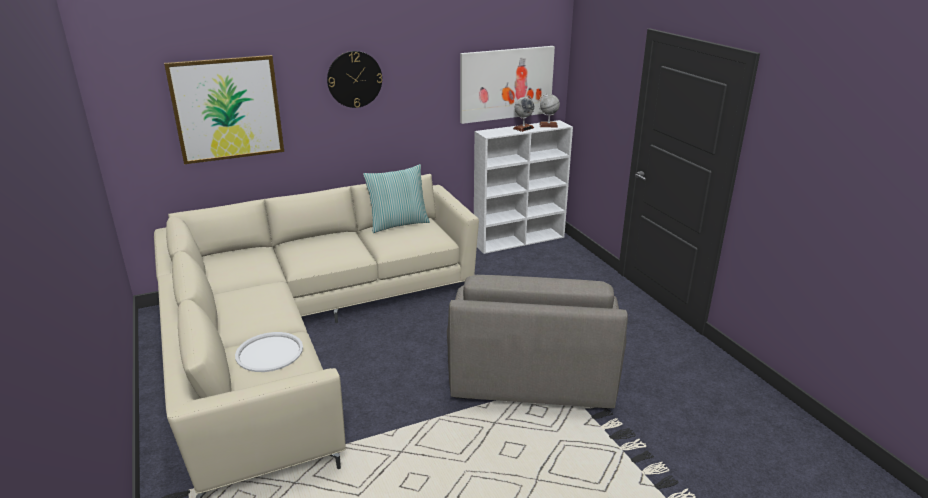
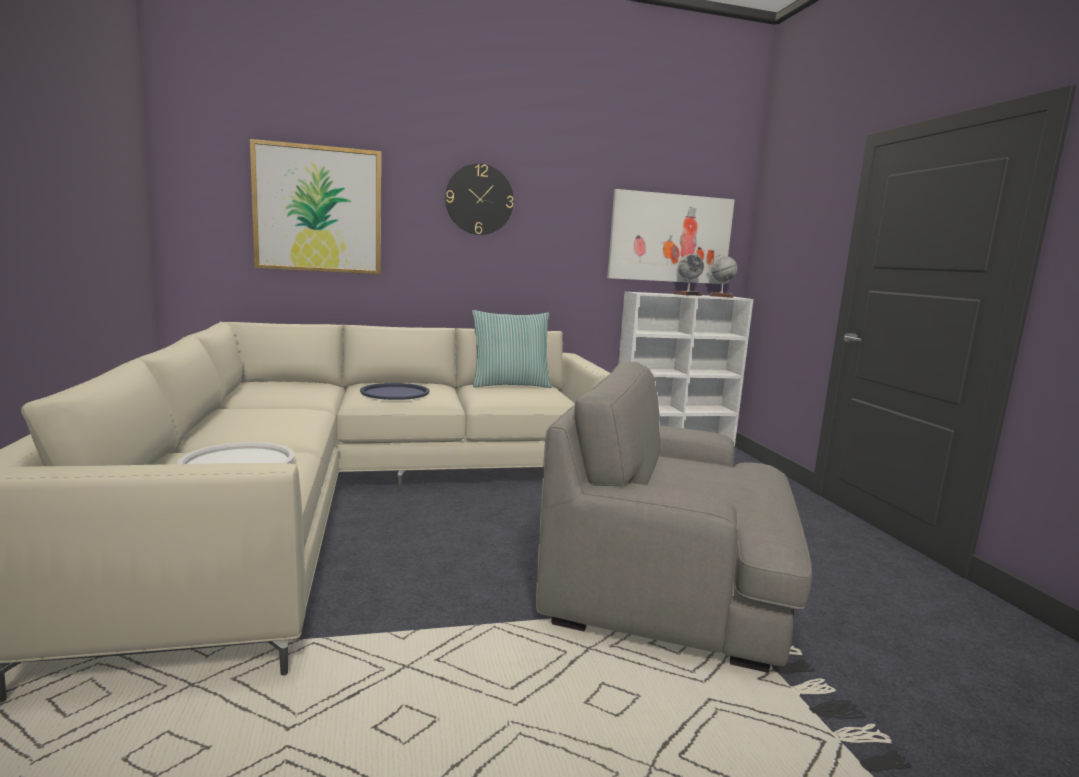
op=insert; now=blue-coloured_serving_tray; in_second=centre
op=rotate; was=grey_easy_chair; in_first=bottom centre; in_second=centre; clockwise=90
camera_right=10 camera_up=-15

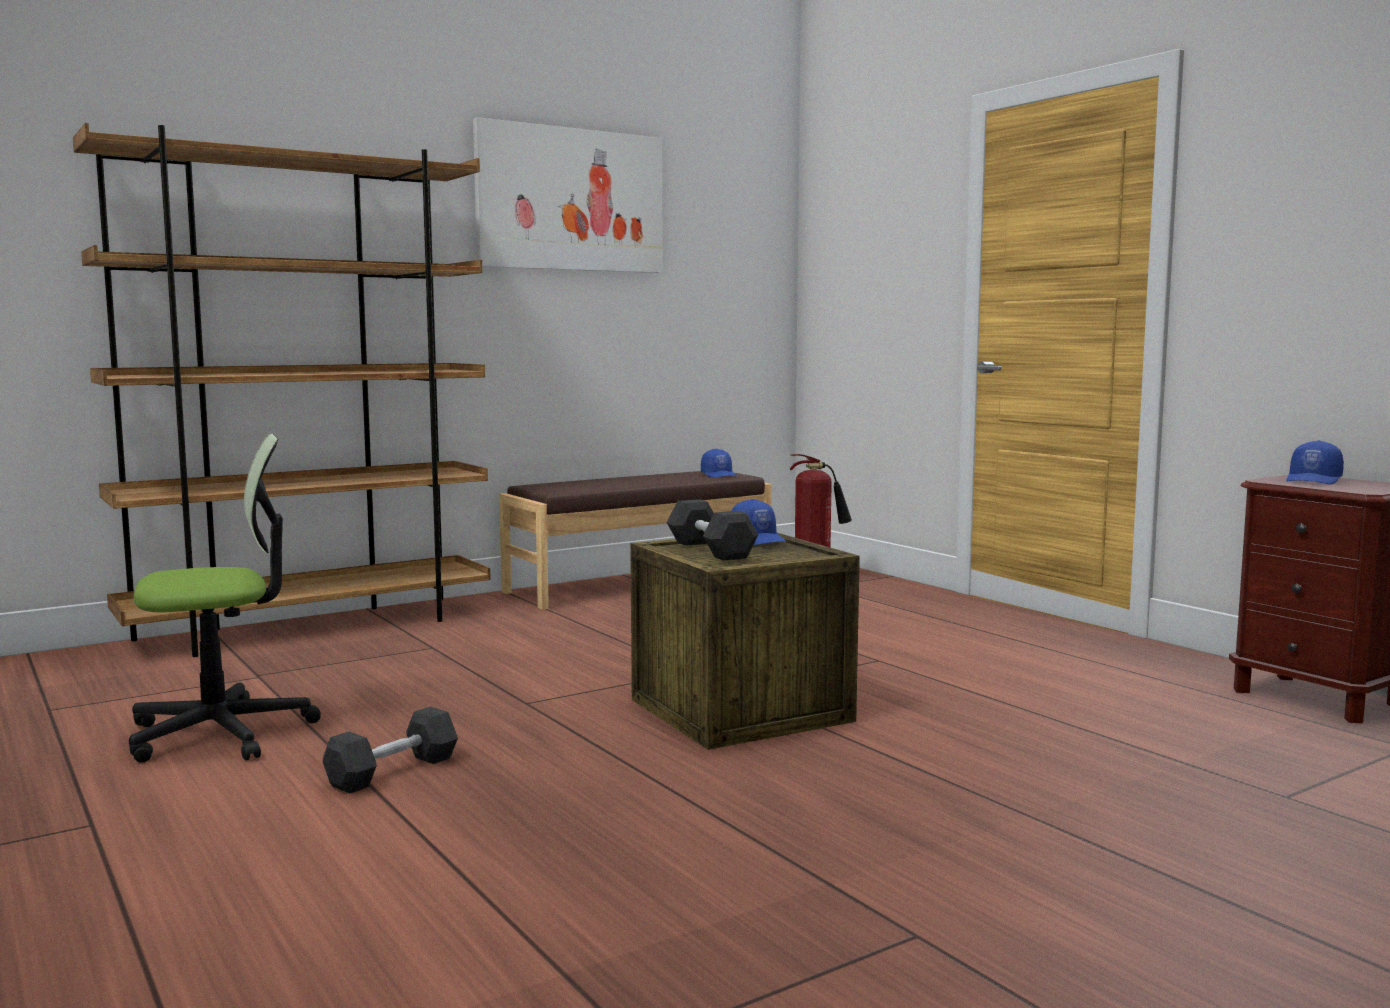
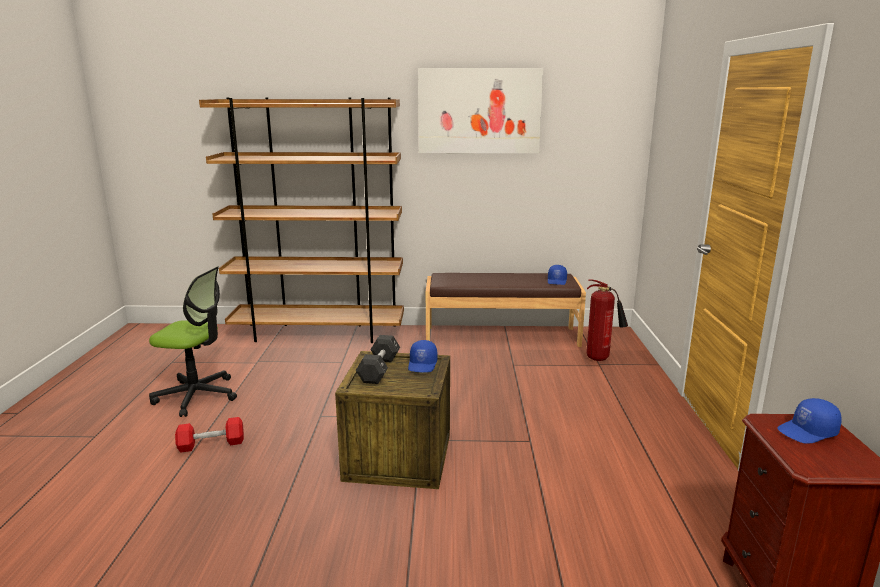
op=recolor; was=black-coloured_dumbbell (1st from left); now=red_dumbbell; in_first=bottom left; in_second=bottom left
camera_right=35 camera_up=10

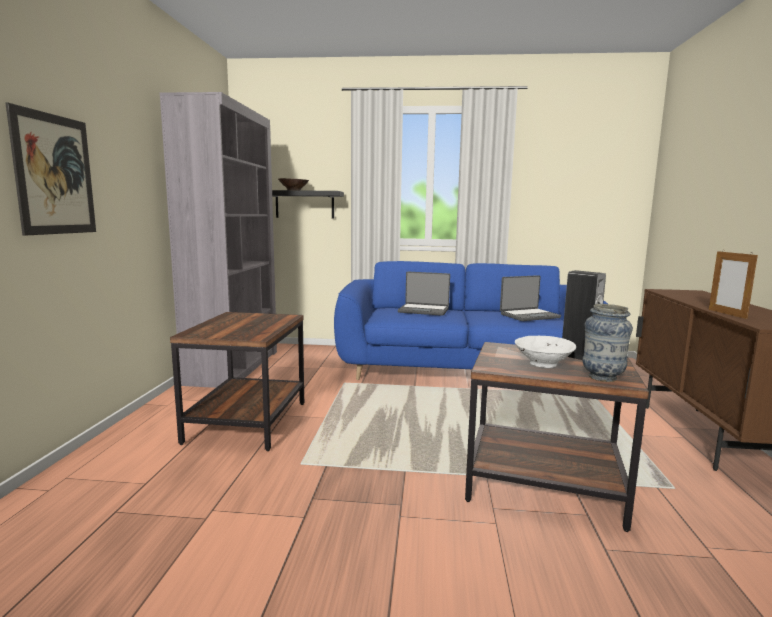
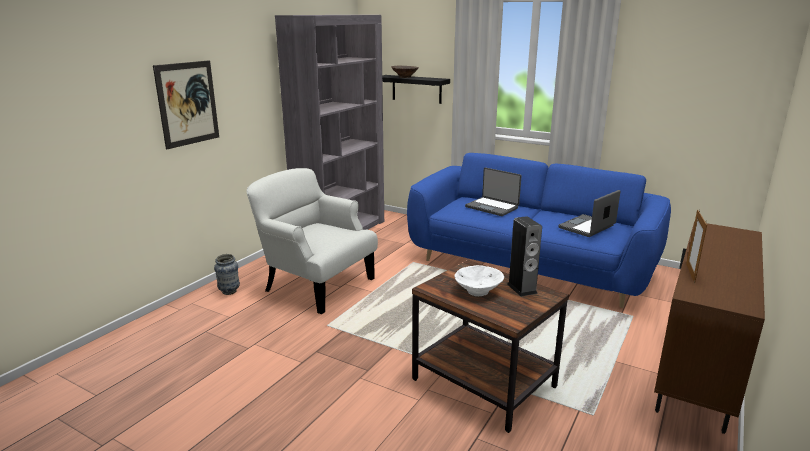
op=move; was=decorative_vase; in_first=middle right; in_second=middle left
op=replace; was=brown-coloured_side_table (1st from left); now=white-coloured_easy_chair; in_first=middle left; in_second=centre
op=rotate; was=notebook_computer (2nd from left); in_first=middle right; in_second=middle right; clockwise=135
camera_right=25 camera_up=10

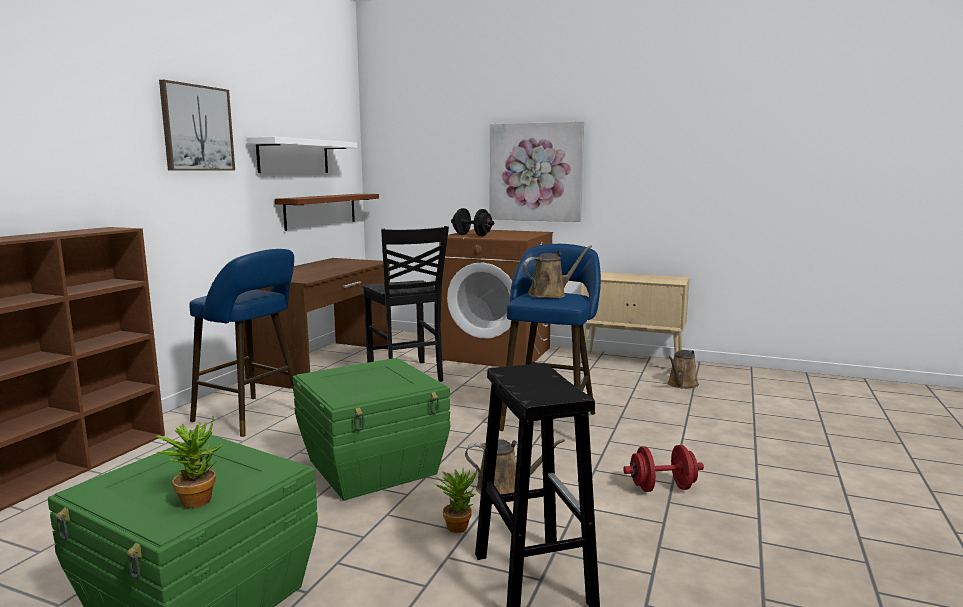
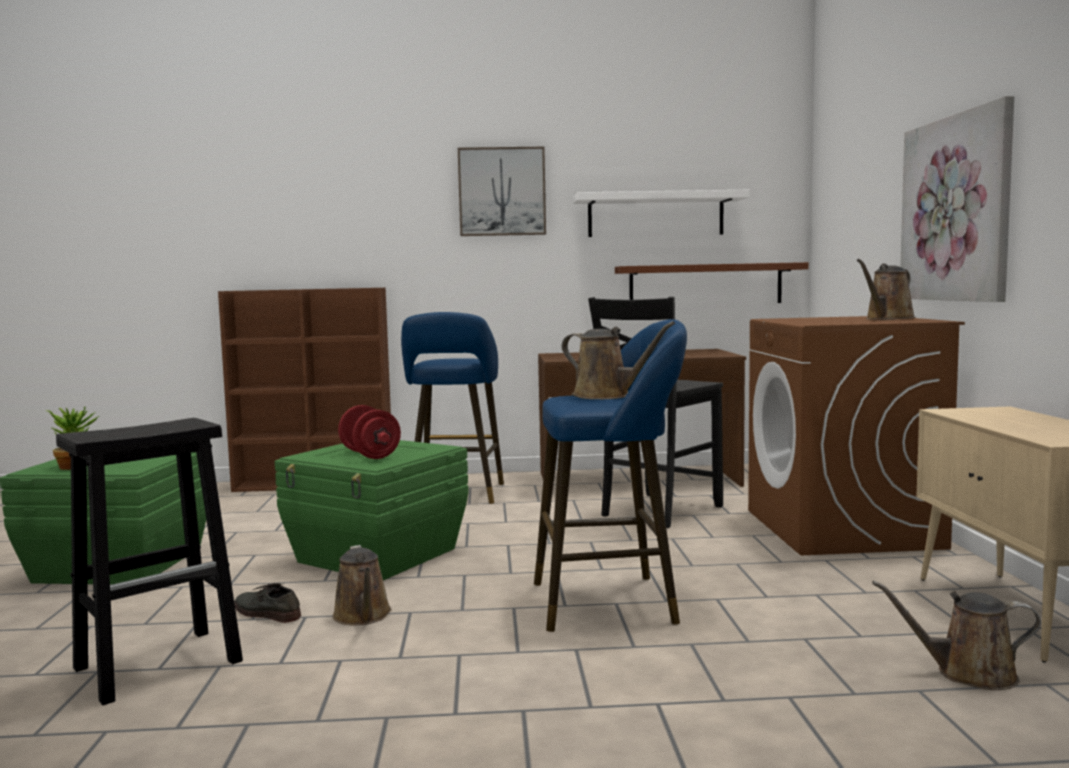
op=replace; was=potted_plant (2nd from left); now=grey_low_shoe; in_first=bottom centre; in_second=bottom left
op=move; was=red_dumbbell; in_first=bottom right; in_second=centre
op=insert; now=brown-coloured_watering_pot (3rd from left); in_second=middle right
op=delete; was=black-coloured_dumbbell; in_first=centre
camera_right=65 camera_up=-5

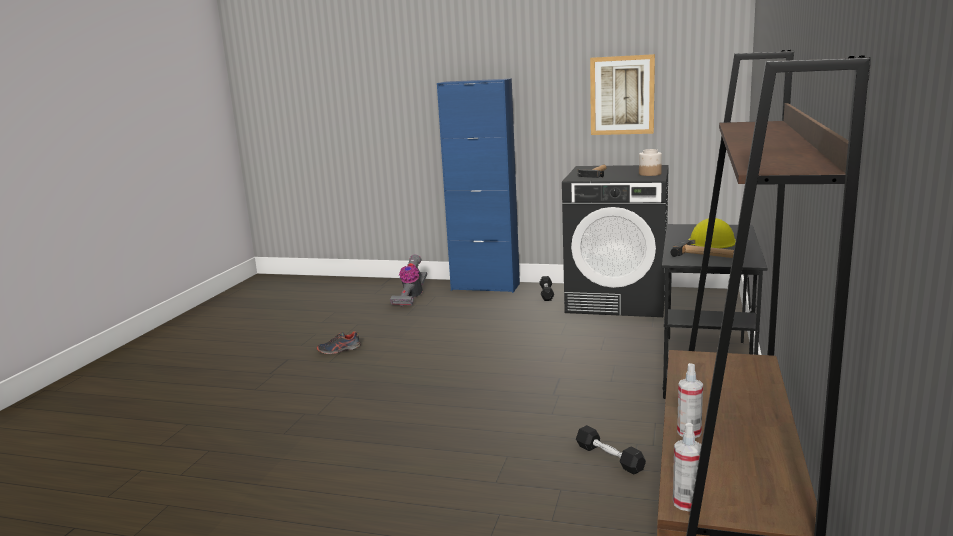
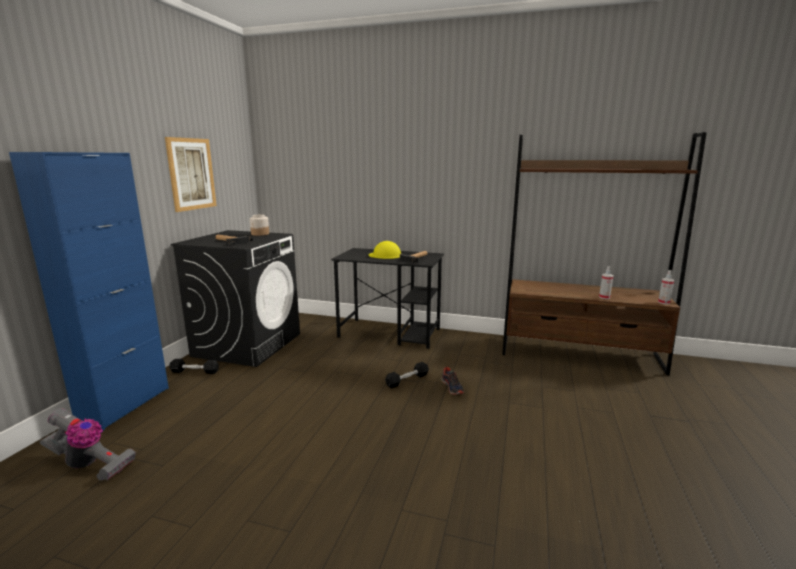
op=move; was=black-coloured_dumbbell (2nd from left); in_first=bottom centre; in_second=centre
op=move; was=low_shoe; in_first=centre; in_second=bottom centre
camera_right=-90 camera_up=0

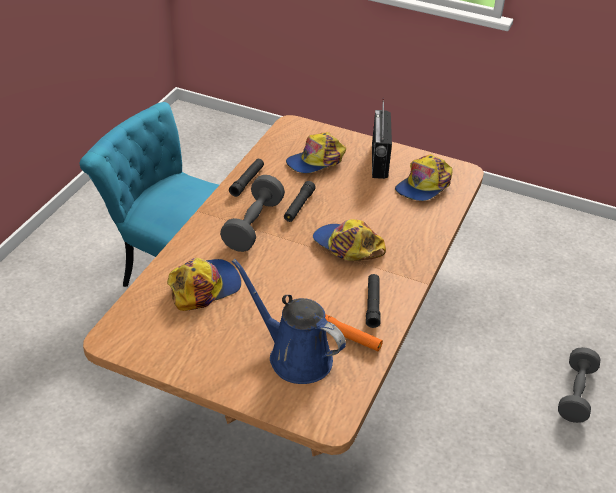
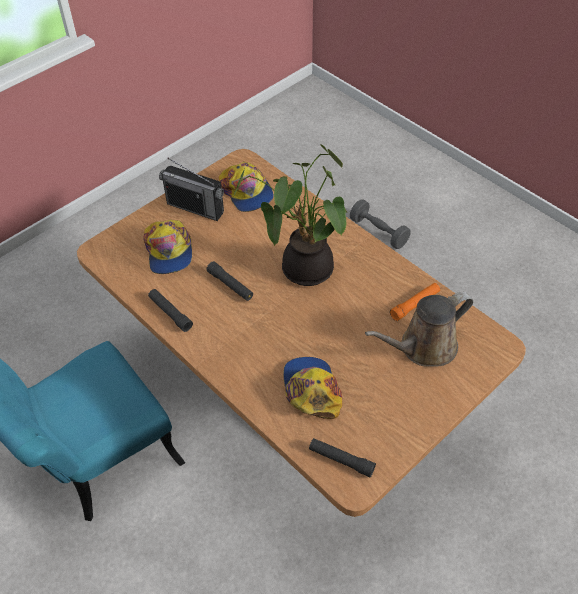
op=replace; was=cap (3rd from left); now=potted_plant; in_first=centre; in_second=centre
op=move; was=black-coloured_hand_torch (3rd from left); in_first=centre; in_second=bottom centre
op=recolor; was=blue-coloured_watering_pot; now=brown-coloured_watering_pot; in_first=centre; in_second=middle right
op=delete; was=grey_dumbbell (1st from left); in_first=centre
camera_right=-65 camera_up=10

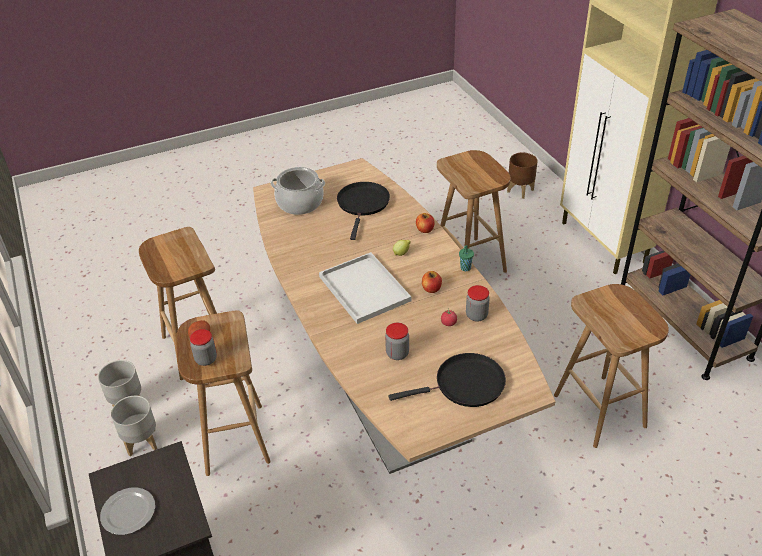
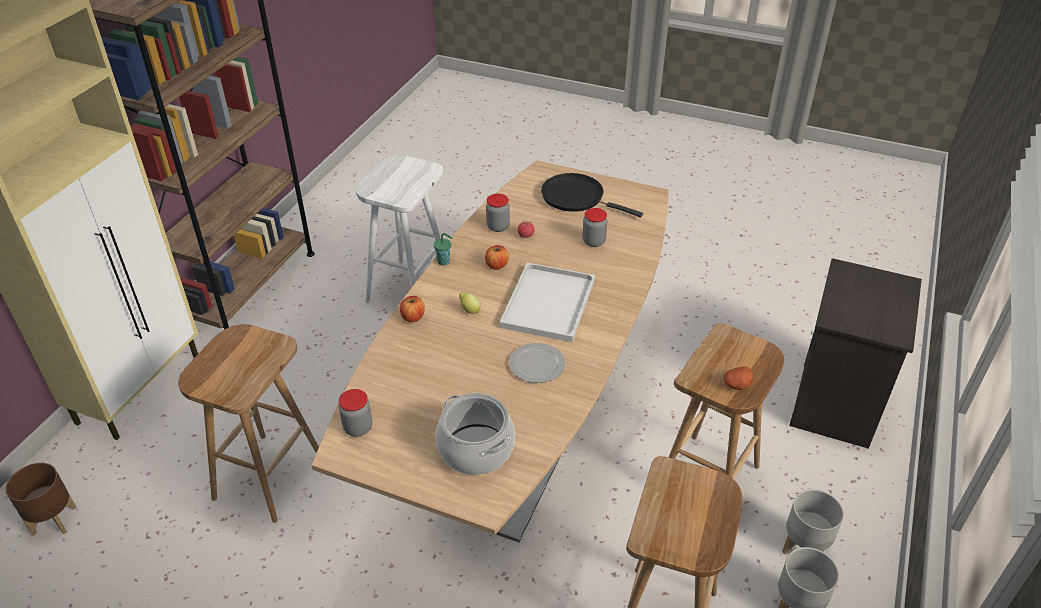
op=move; was=preserve_jar (1st from left); in_first=middle left; in_second=bottom centre
op=recolor; was=brown-coloured_stool (4th from left); now=white-coloured_stool; in_first=middle right; in_second=centre
op=move; was=plate; in_first=bottom left; in_second=centre
op=delete; was=black-coloured_pan (1st from left); in_first=centre
camera_right=-135 camera_up=0

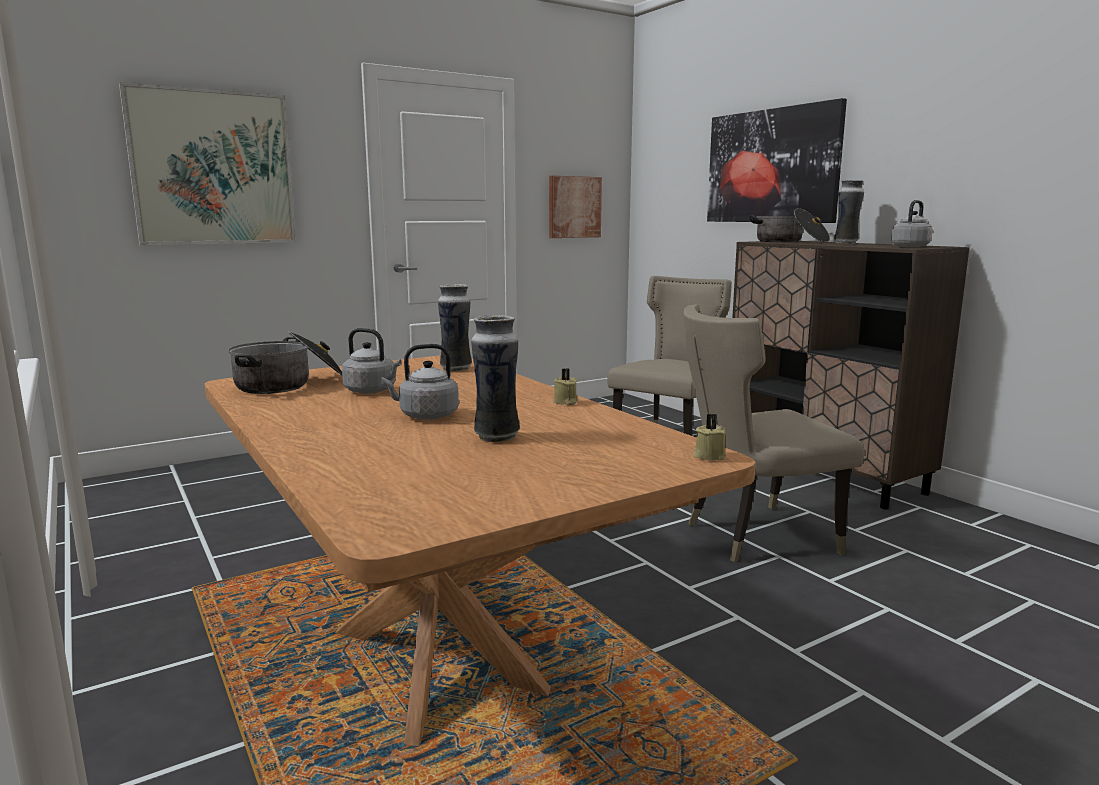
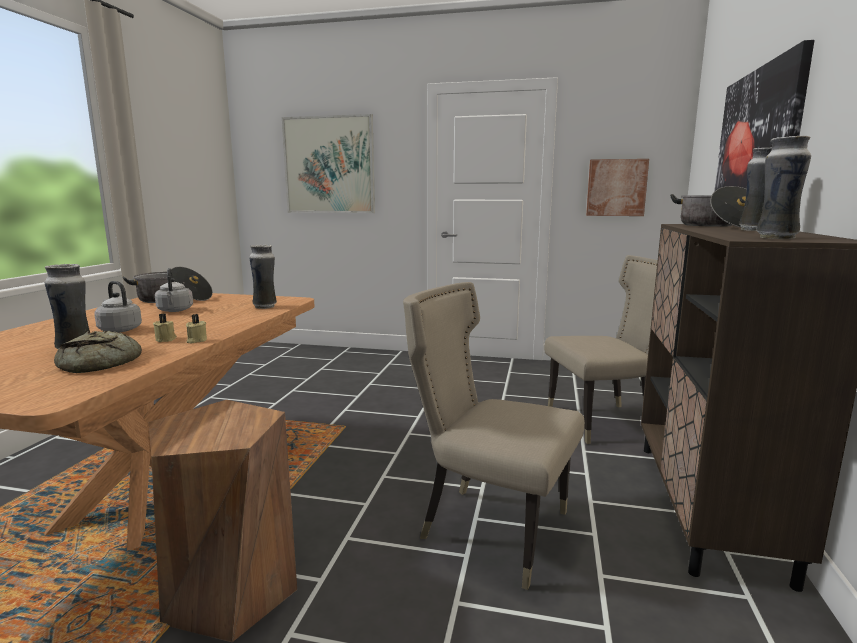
op=insert; now=baked_bread; in_second=middle left
op=insert; now=brown-coloured_stool; in_second=bottom left
op=move; was=sand-coloured_wax_candle (2nd from left in the first image); now=sand-coloured_wax_candle (1st from left); in_first=centre; in_second=middle left
op=replace; was=grey_water_kettle (3rd from left); now=decorative_vase (4th from left); in_first=top right; in_second=top right
camera_right=45 camera_up=0

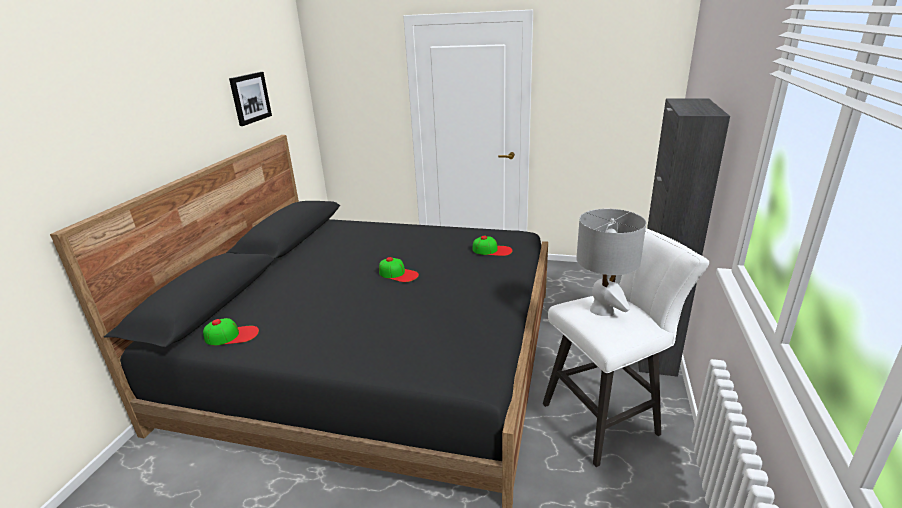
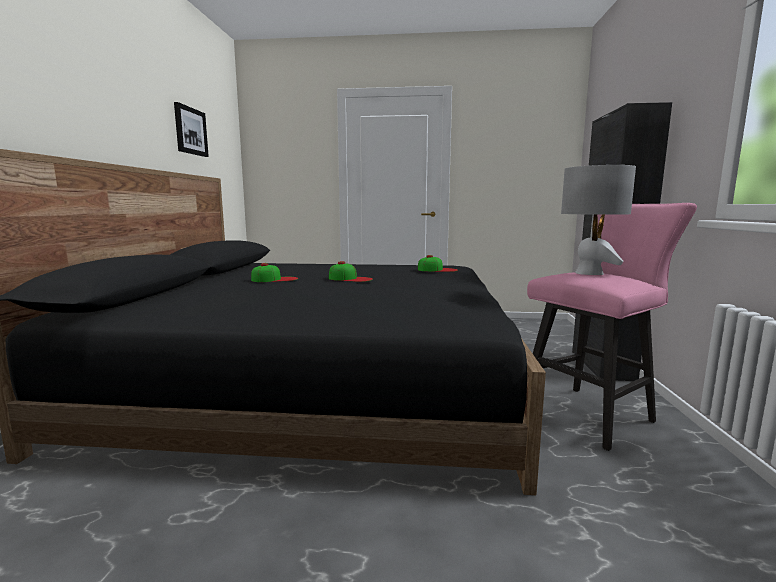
op=move; was=cap (1st from left); in_first=middle left; in_second=centre
op=recolor; was=white-coloured_stool; now=pink_stool; in_first=bottom right; in_second=middle right
camera_right=-10 camera_up=-15

